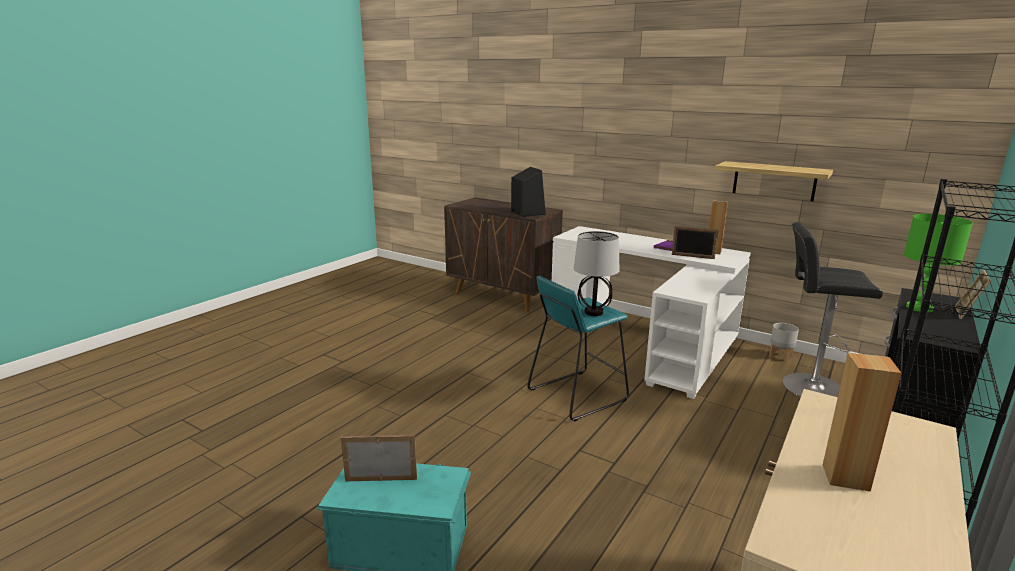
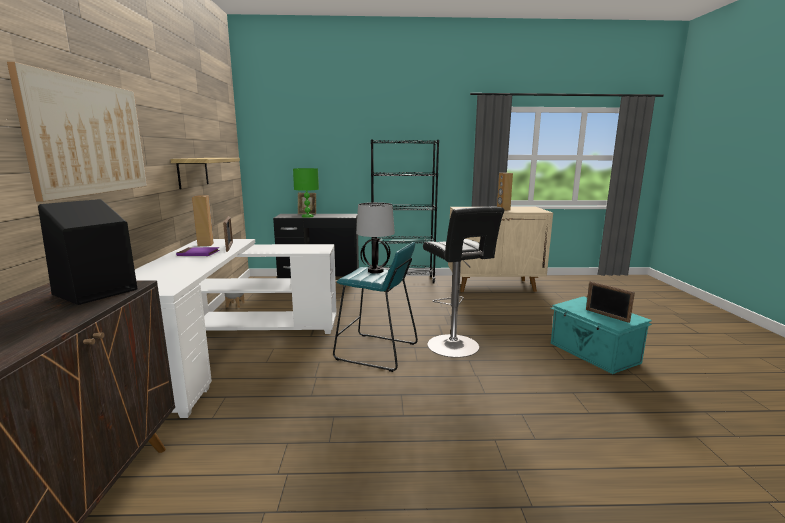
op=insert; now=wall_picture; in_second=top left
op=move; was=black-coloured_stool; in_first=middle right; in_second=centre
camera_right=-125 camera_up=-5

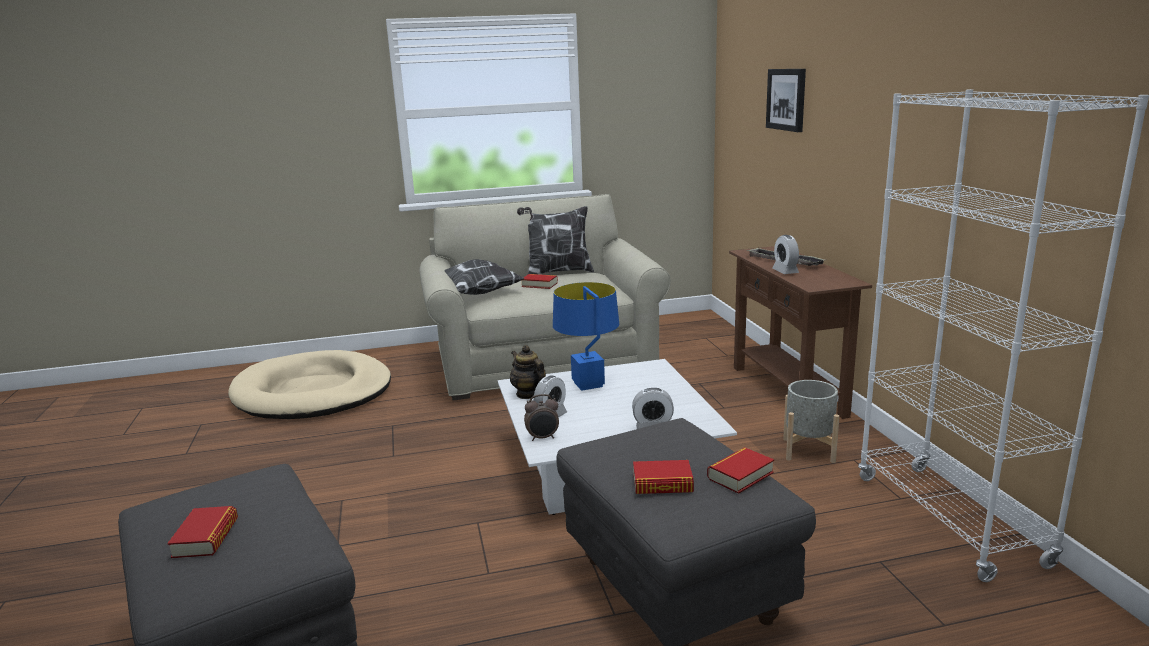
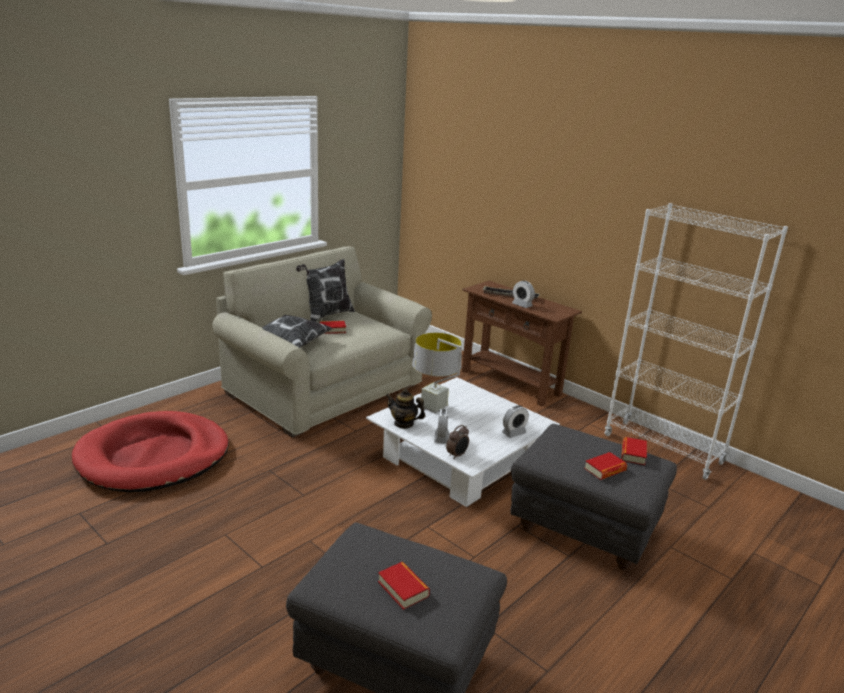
op=recolor; was=sand-coloured_dog_bed; now=red_dog_bed; in_first=middle left; in_second=middle left
op=recolor; was=blue-coloured_table_lamp; now=grey_table_lamp; in_first=centre; in_second=centre
op=delete; was=wall_picture; in_first=top right
op=delete; was=grey_flower_pot; in_first=middle right
camera_right=-35 camera_up=5

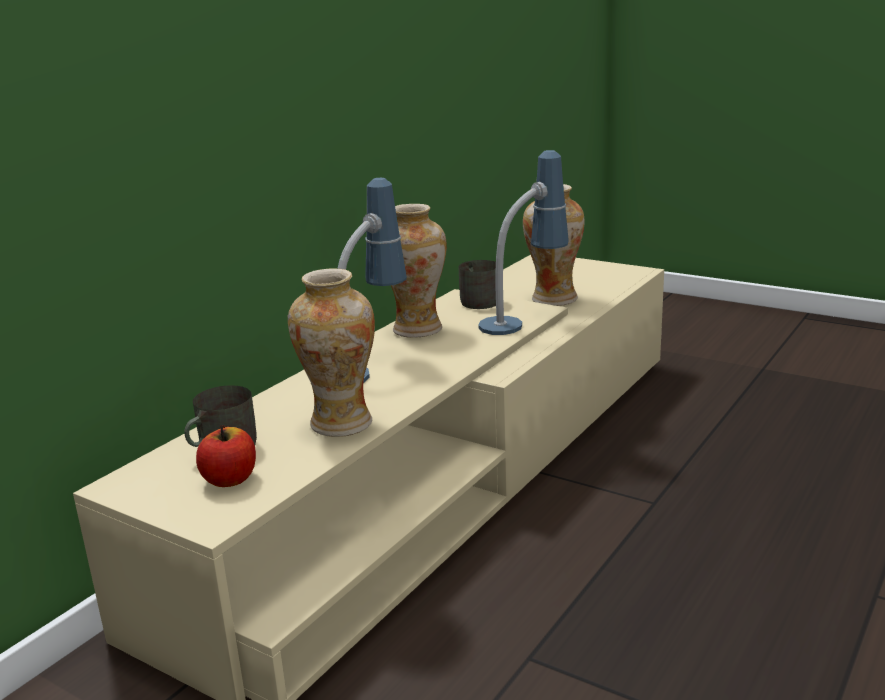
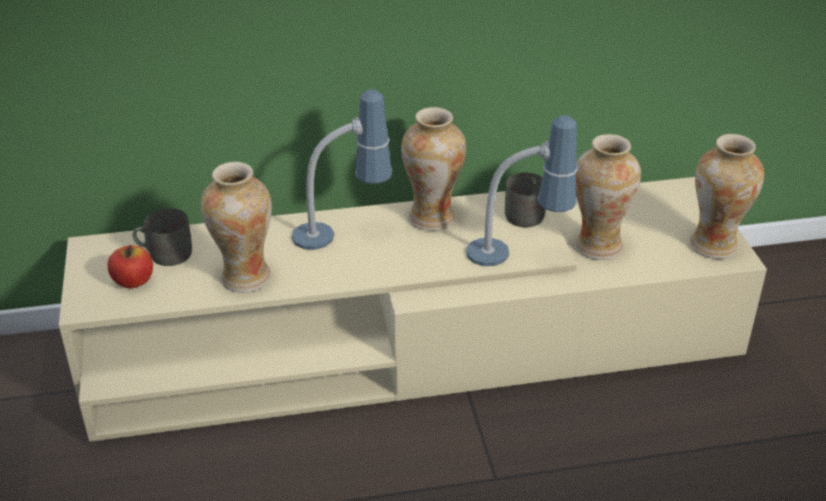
op=insert; now=decorative_vase (4th from left); in_second=middle right
camera_right=45 camera_up=15

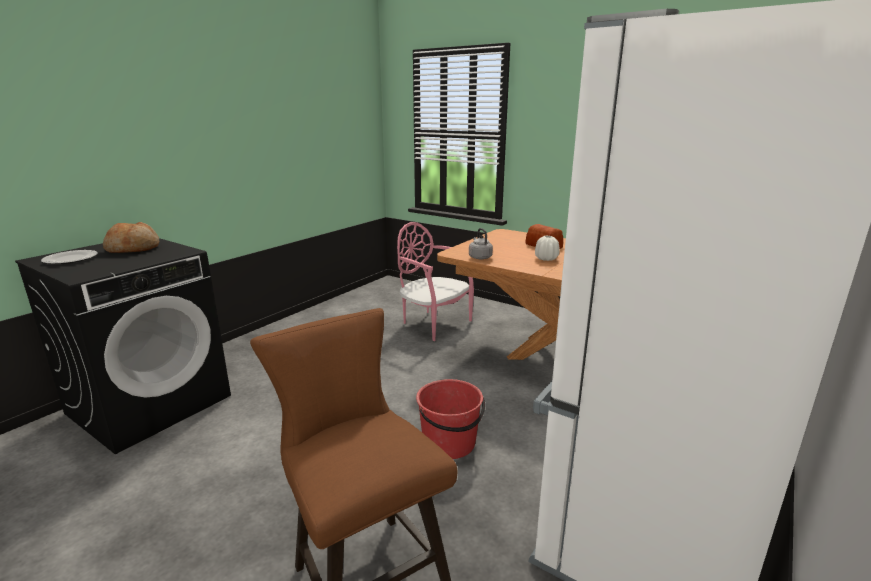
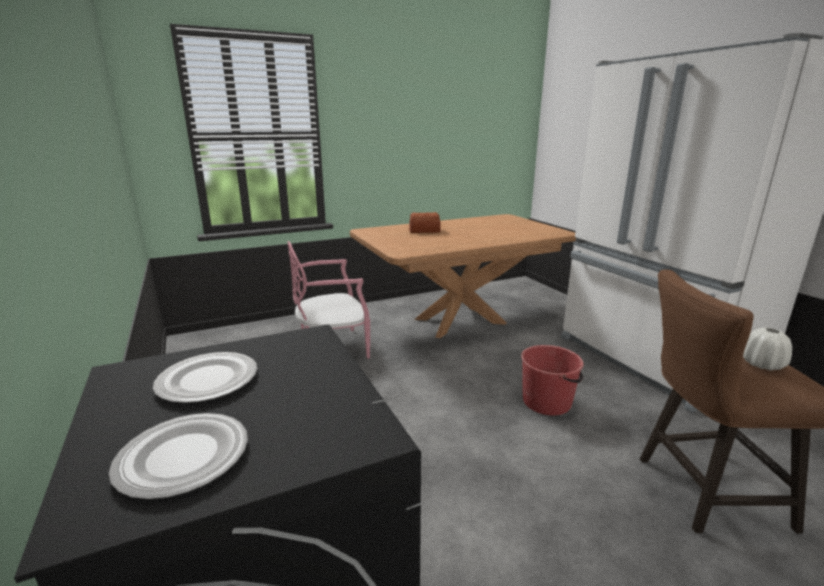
op=replace; was=baked_bread (1st from left); now=plate (2nd from left); in_first=middle left; in_second=middle left
op=move; was=white-coloured_decorative_vase; in_first=centre; in_second=middle right
op=delete; was=grey_water_kettle; in_first=centre
camera_right=-60 camera_up=0

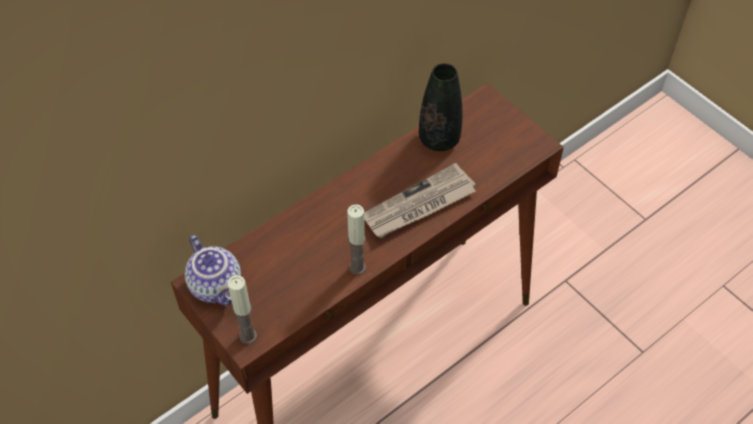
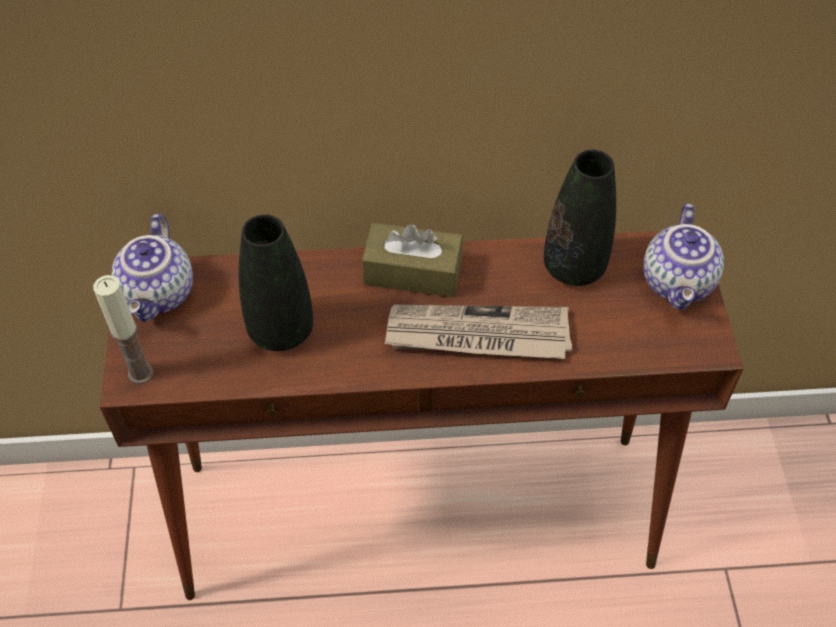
op=insert; now=black-coloured_decorative_vase (1st from left); in_second=middle left
op=insert; now=brown-coloured_box_of_tissues; in_second=centre
op=insert; now=pot_for_tea (2nd from left); in_second=middle right
op=delete; was=wax_candle (2nd from left); in_first=centre
camera_right=35 camera_up=0

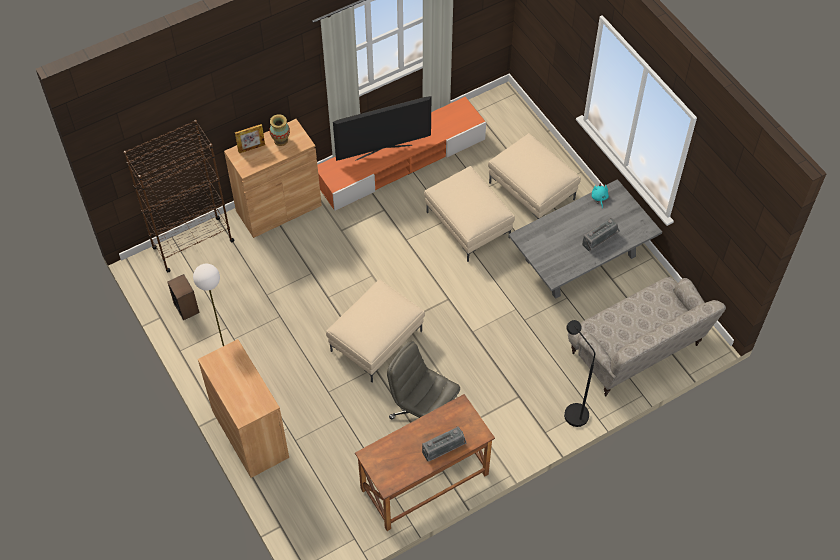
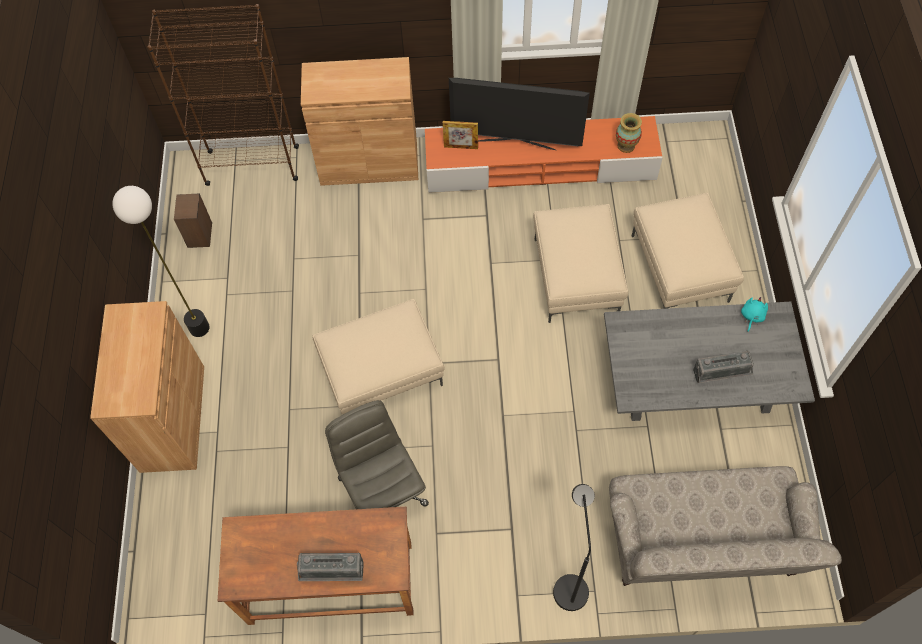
op=move; was=picture_frame; in_first=top left; in_second=top centre
op=move; was=decorative_vase; in_first=top centre; in_second=top right
camera_right=30 camera_up=5

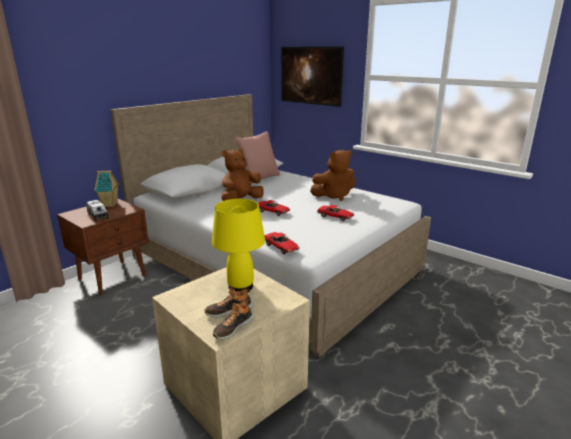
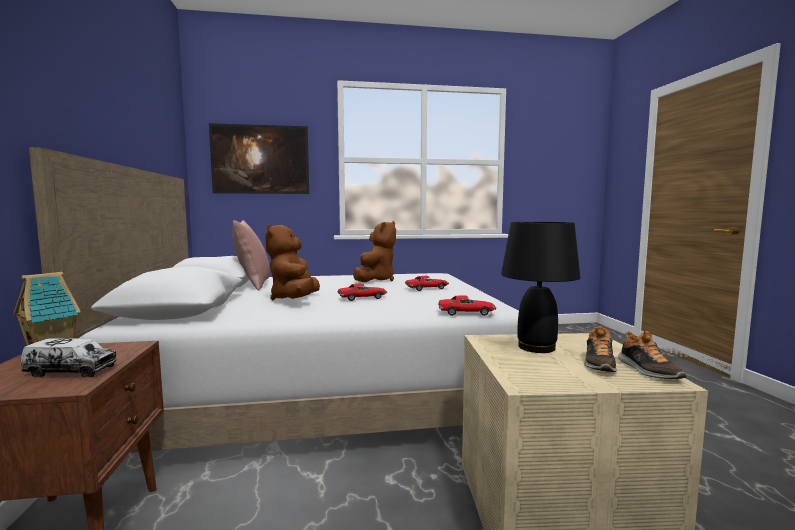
op=recolor; was=yellowish_table_lamp; now=black-coloured_table_lamp; in_first=centre; in_second=middle right
camera_right=-50 camera_up=-15

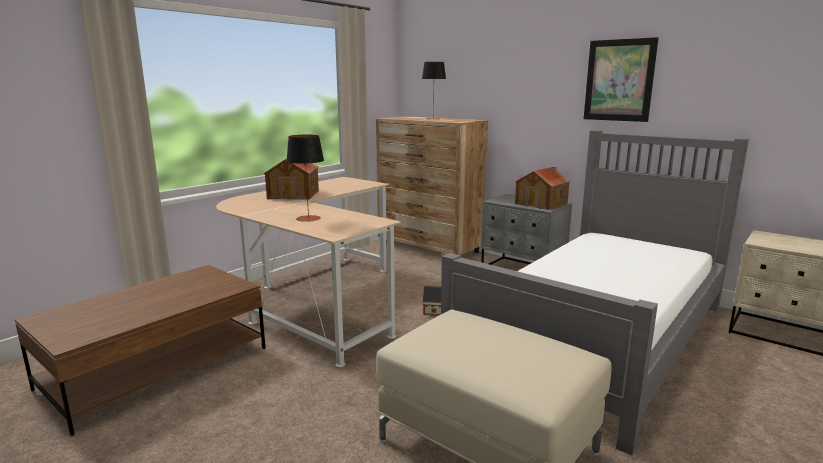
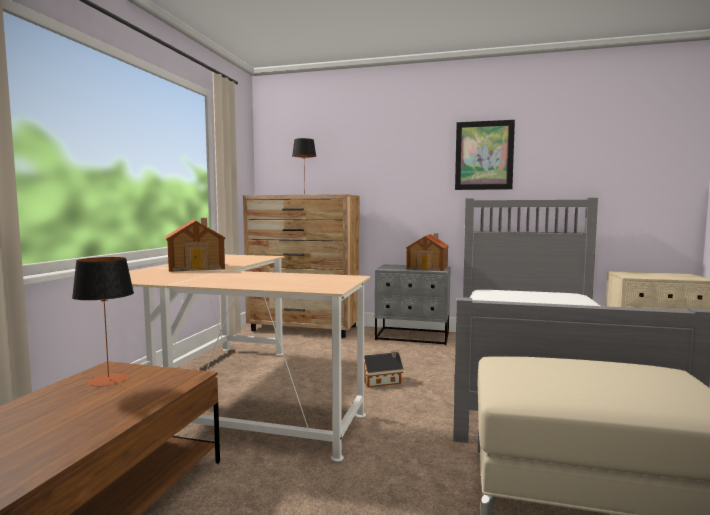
op=move; was=table_lamp (1st from left); in_first=centre; in_second=middle left
camera_right=-25 camera_up=-10

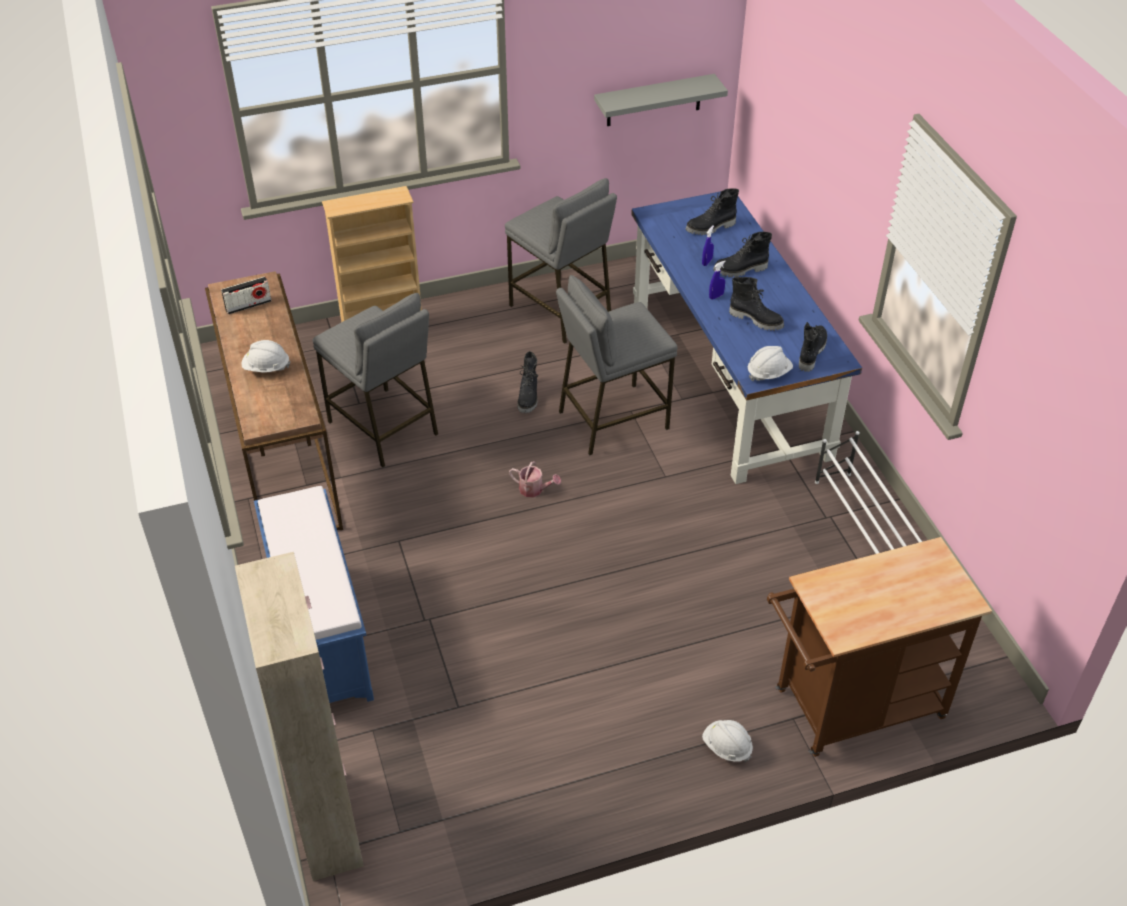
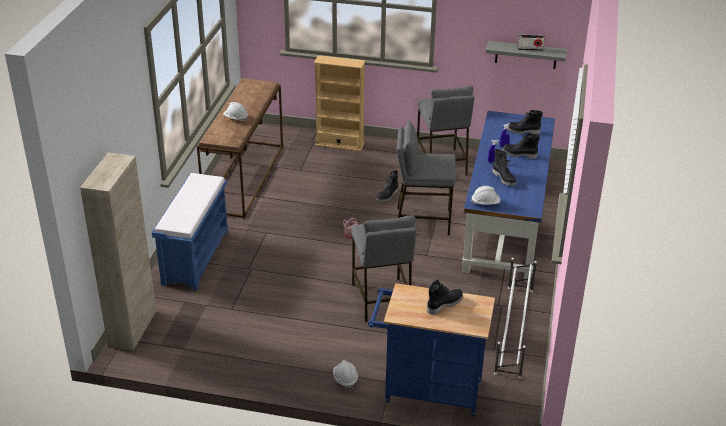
op=move; was=grey_stool (1st from left); in_first=middle left; in_second=centre
op=recolor; was=brown-coloured_wheeled_cart; now=blue-coloured_wheeled_cart; in_first=bottom right; in_second=bottom centre
op=move; was=black-coloured_high-top_boot (5th from left in the first image); now=black-coloured_high-top_boot (2nd from left); in_first=middle right; in_second=bottom centre
op=move; was=radio; in_first=top left; in_second=top right
camera_right=30 camera_up=-10

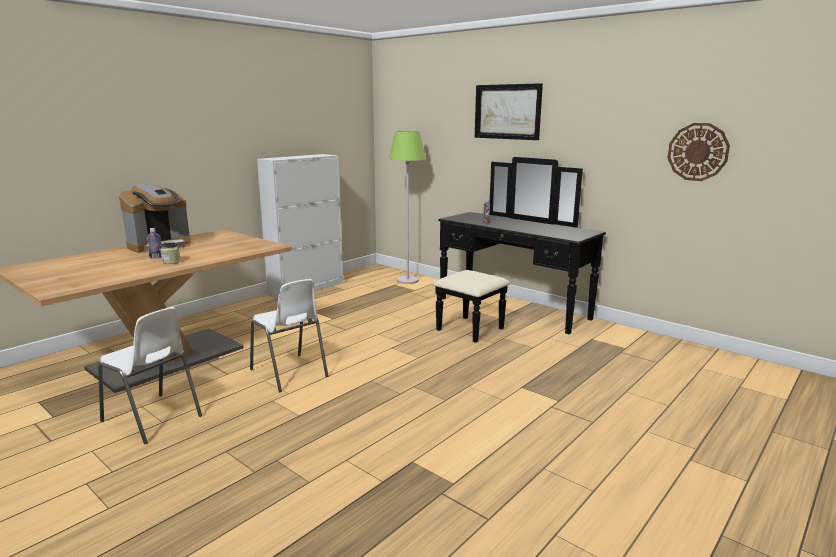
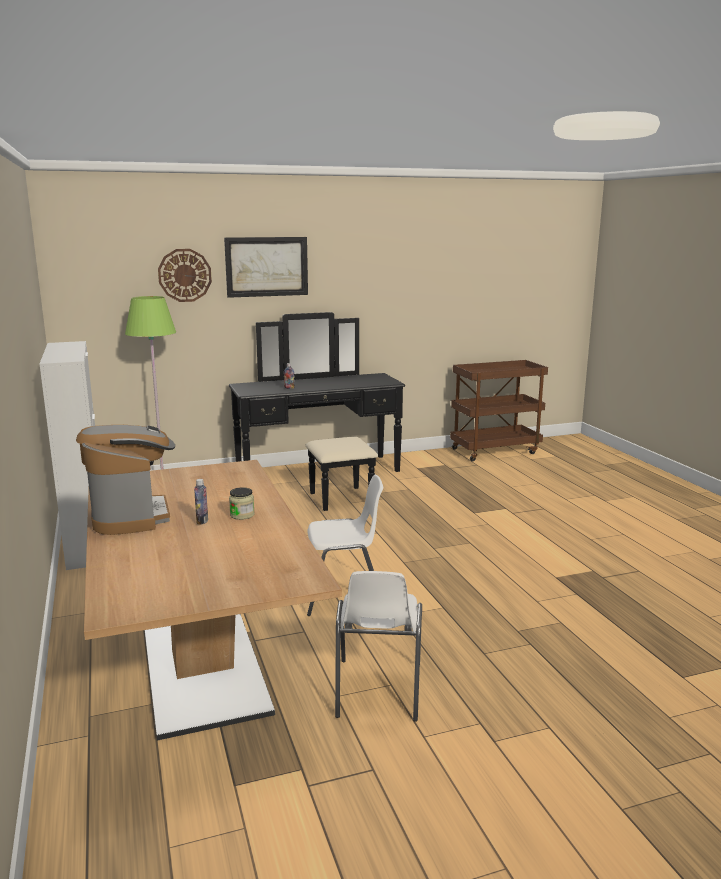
op=move; was=hanging_clock; in_first=top right; in_second=top left
op=rotate; was=white-coloured_plain_chair (1st from left in the first image); in_first=bottom left; in_second=bottom centre; clockwise=120
op=insert; now=brown-coloured_wheeled_cart; in_second=middle right
camera_right=-60 camera_up=0

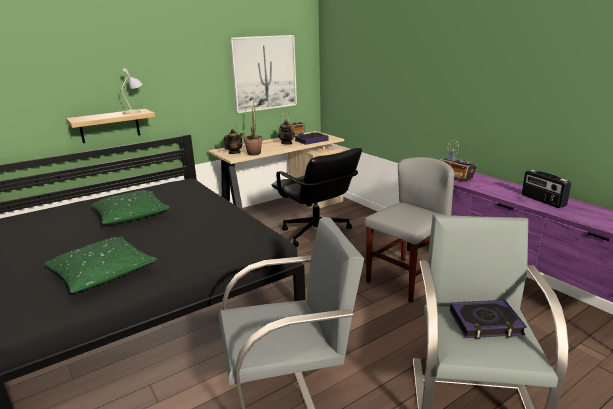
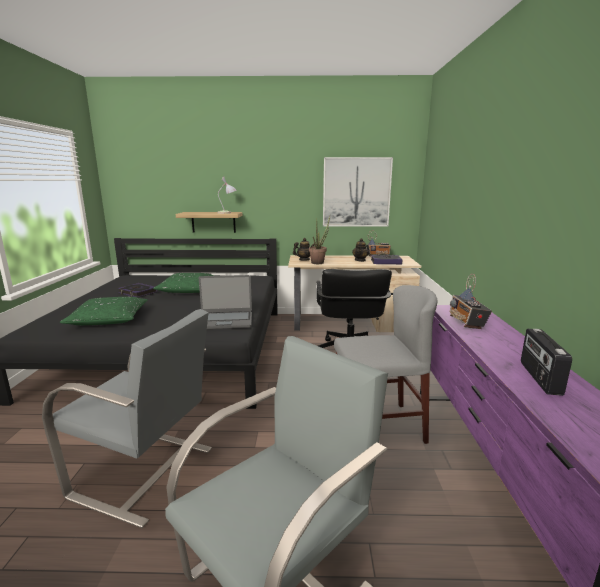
op=move; was=volume (2nd from left in the first image); now=volume (1st from left); in_first=bottom right; in_second=middle left
op=insert; now=notebook_computer; in_second=centre
camera_right=35 camera_up=-5

